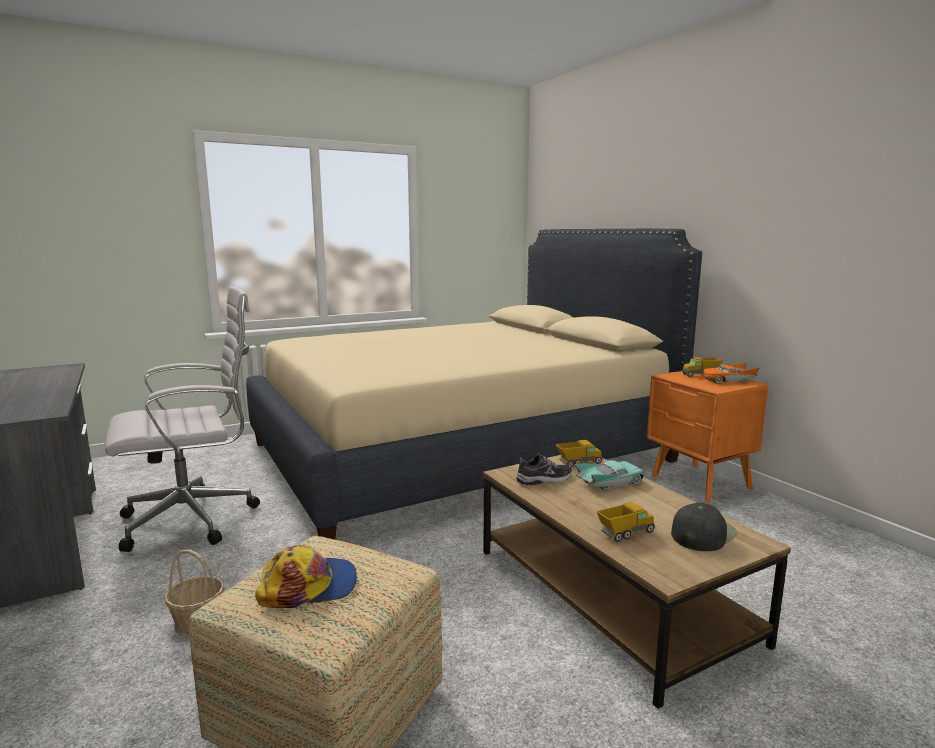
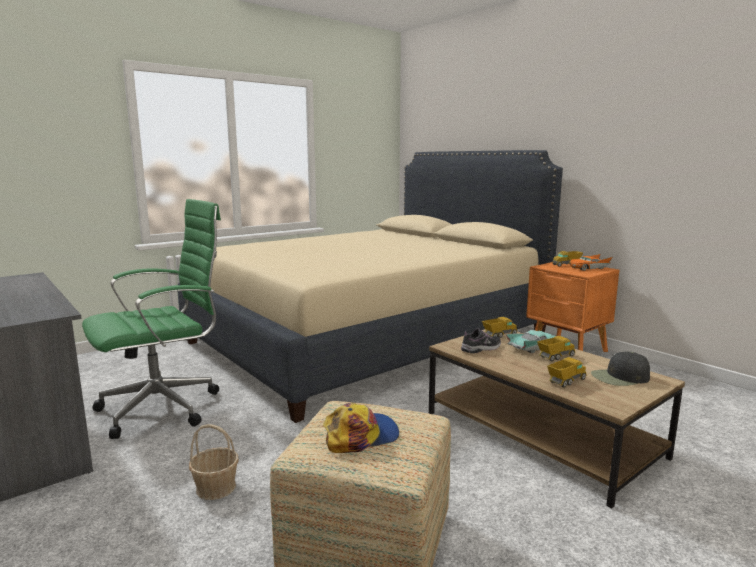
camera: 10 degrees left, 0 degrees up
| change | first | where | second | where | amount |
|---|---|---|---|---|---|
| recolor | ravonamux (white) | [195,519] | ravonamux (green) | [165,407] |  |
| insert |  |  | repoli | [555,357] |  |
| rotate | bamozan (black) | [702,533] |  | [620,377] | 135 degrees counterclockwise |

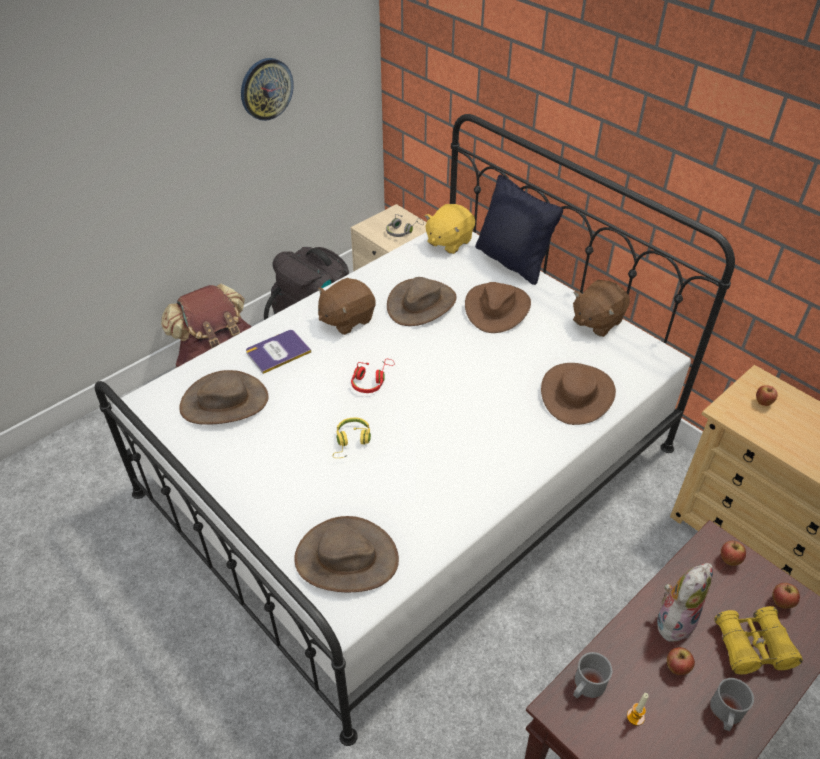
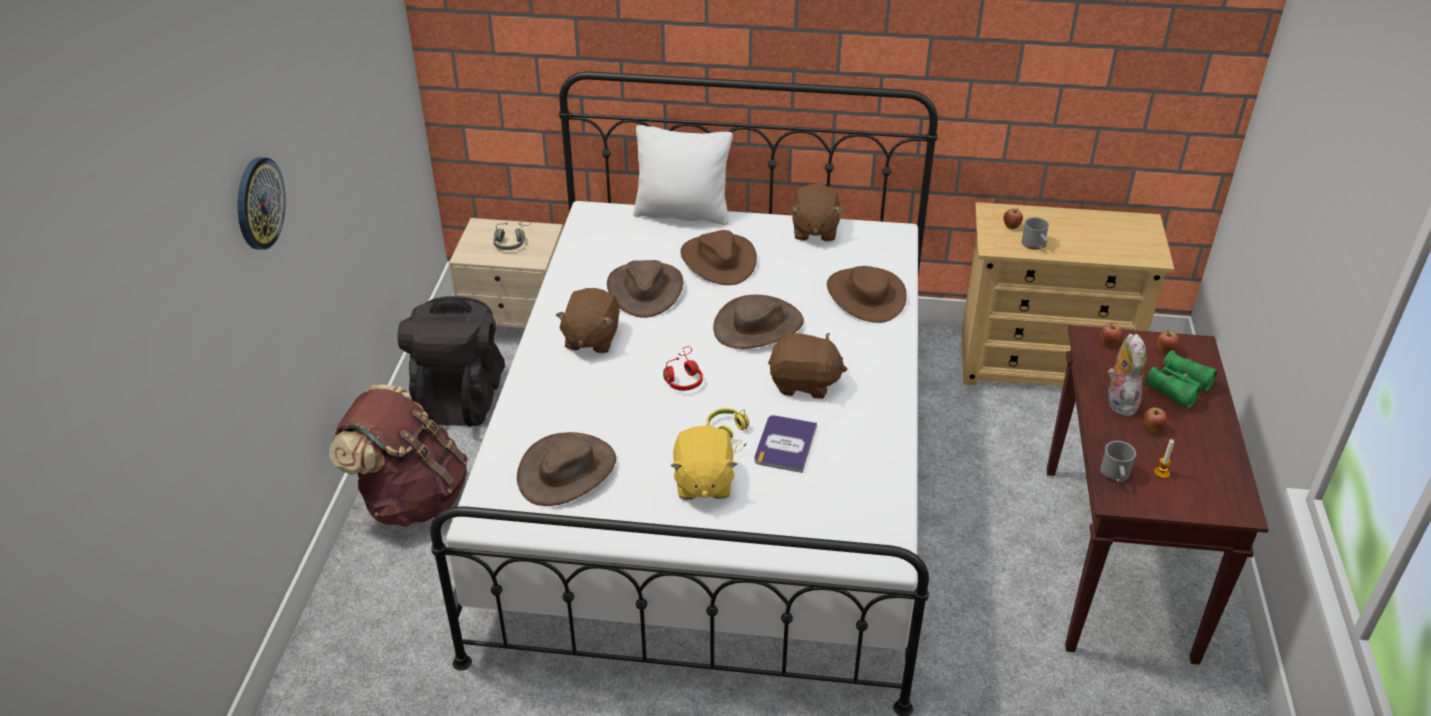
camera: 40 degrees left, 5 degrees down
| change | first | where | second | where | amount |
|---|---|---|---|---|---|
| move | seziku | [266,89] |  | [259,203] |  |
| recolor | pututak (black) | [512,261] | pututak (white) | [682,213] |  |
| move | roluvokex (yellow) | [448,242] |  | [702,482] |  |
| move | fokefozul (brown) | [346,559] |  | [758,326] |  |
| move | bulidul | [278,352] |  | [785,444] |  |
| insert |  |  | roluvokex (brown) | [804,383] |  |
| move | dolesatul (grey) | [725,714] |  | [1035,245] |  |
| recolor | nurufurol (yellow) | [752,647] | nurufurol (green) | [1178,388] |  |

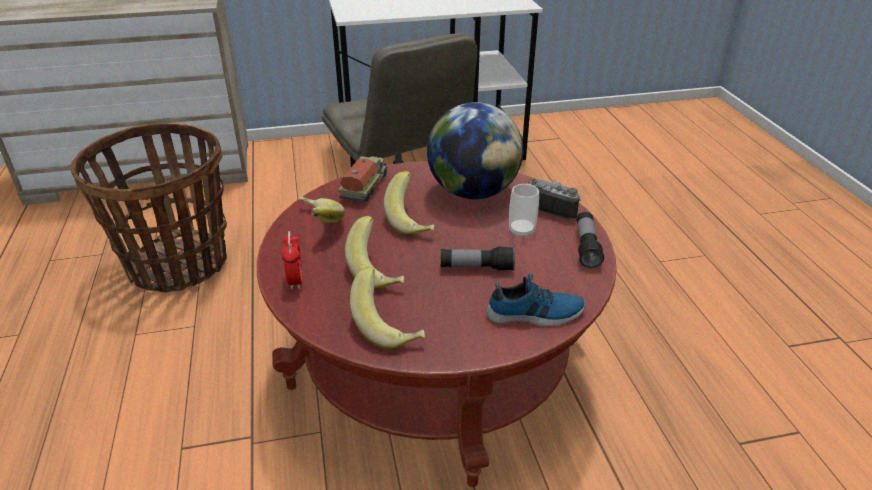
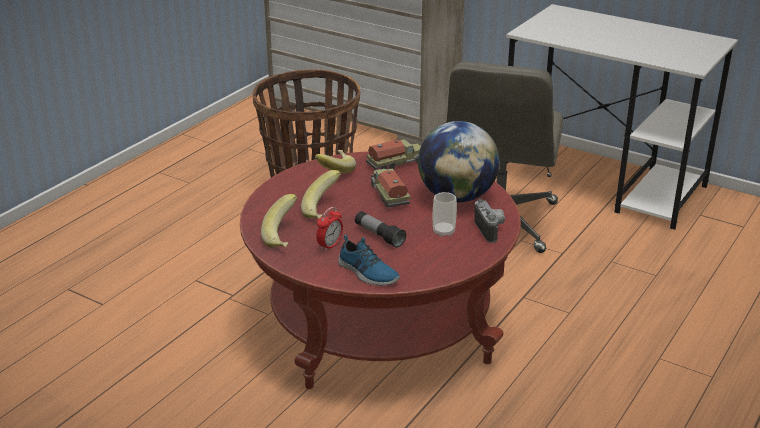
camera: 45 degrees right, 5 degrees down
| change | first | where | second | where | amount |
|---|---|---|---|---|---|
| move | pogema | [295,280] |  | [330,246] |  |
| replace | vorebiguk | [413,221] | repoli | [389,195] |  |
| delete | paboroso | [586,247] |  |  |  |

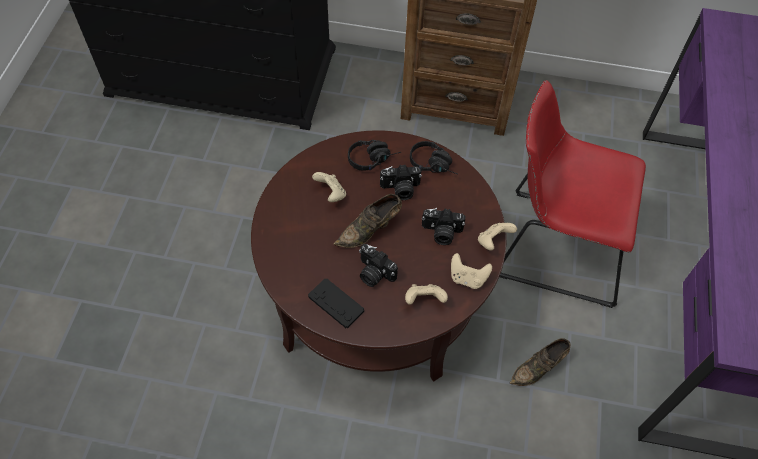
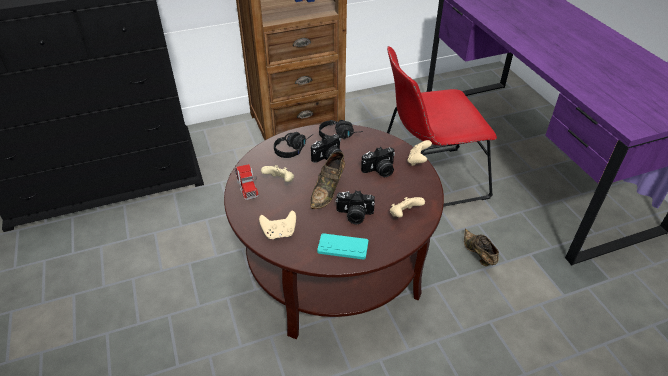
camera: 30 degrees left, 15 degrees down
| change | first | where | second | where | amount |
|---|---|---|---|---|---|
| insert |  |  | repoli | [246,185] |  |
| move | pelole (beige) | [467,278] |  | [279,233] |  |
| recolor | pelole (black) | [336,303] | pelole (turquoise) | [343,247] |  |
| rotate | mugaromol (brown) | [539,368] |  | [478,255] | 135 degrees clockwise |

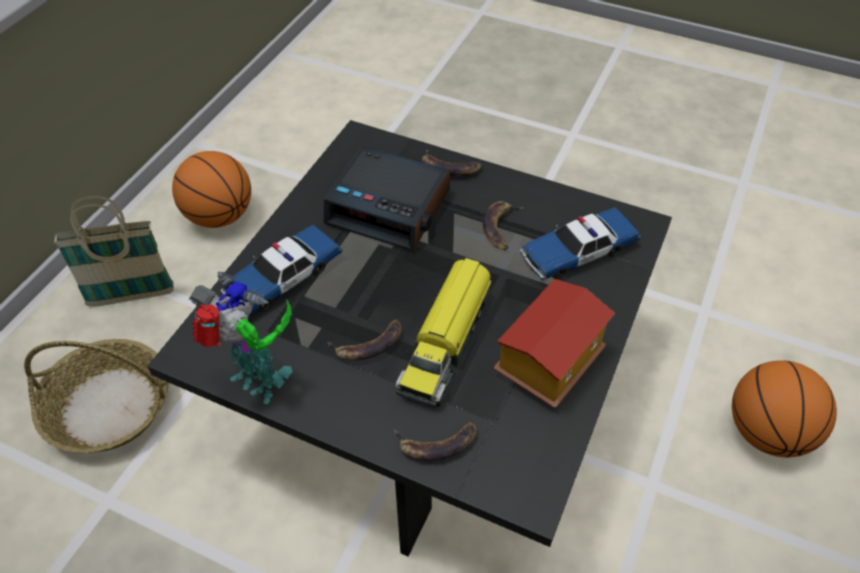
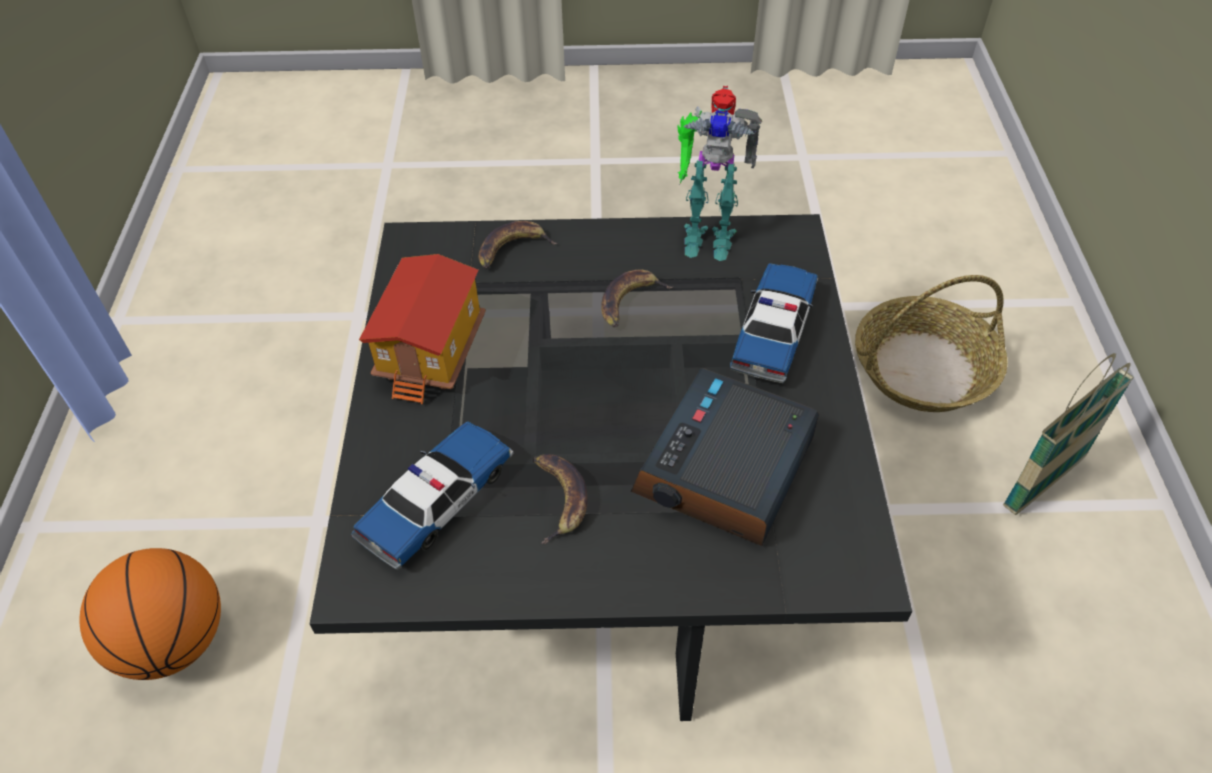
camera: 155 degrees right, 0 degrees up
| change | first | where | second | where | amount |
|---|---|---|---|---|---|
| rotate | pogema | [390,207] |  | [725,469] | 60 degrees counterclockwise |
| delete | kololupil | [220,216] |  |  |  |
| delete | repoli | [446,341] |  |  |  |
| delete | vorebiguk | [449,167] |  |  |  |

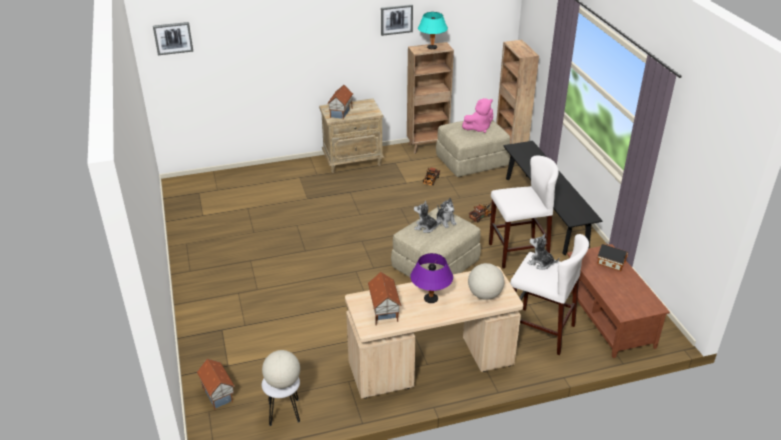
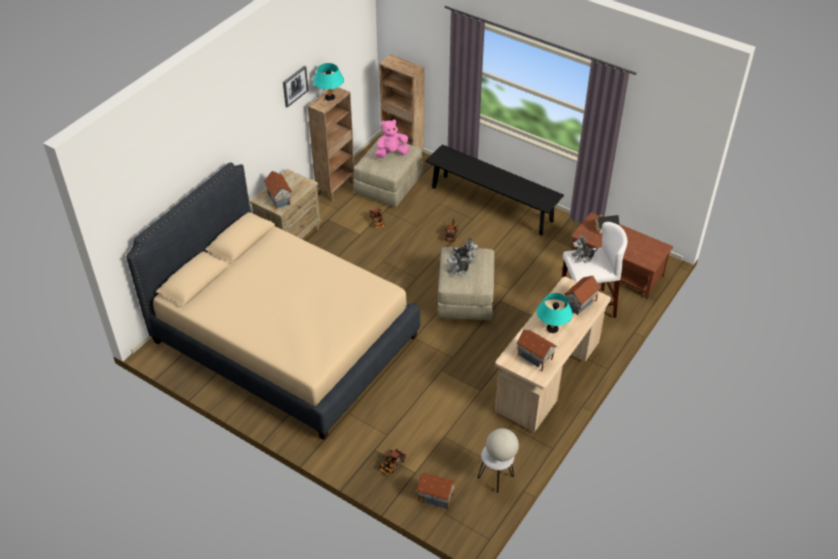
camera: 40 degrees left, 10 degrees up
| change | first | where | second | where | amount |
|---|---|---|---|---|---|
| insert |  |  | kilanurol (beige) | [285,339] |  |
| rotate | roluvokex (pink) | [478,128] |  | [391,153] | 135 degrees counterclockwise |
| insert |  |  | repoli | [391,466] |  |
| recolor | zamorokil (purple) | [430,299] | zamorokil (turquoise) | [552,329] |  |
| replace | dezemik | [485,295] | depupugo | [580,304] |  |
| delete | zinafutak | [173,38] |  |  |  |
| delete | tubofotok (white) | [518,252] |  |  |  |

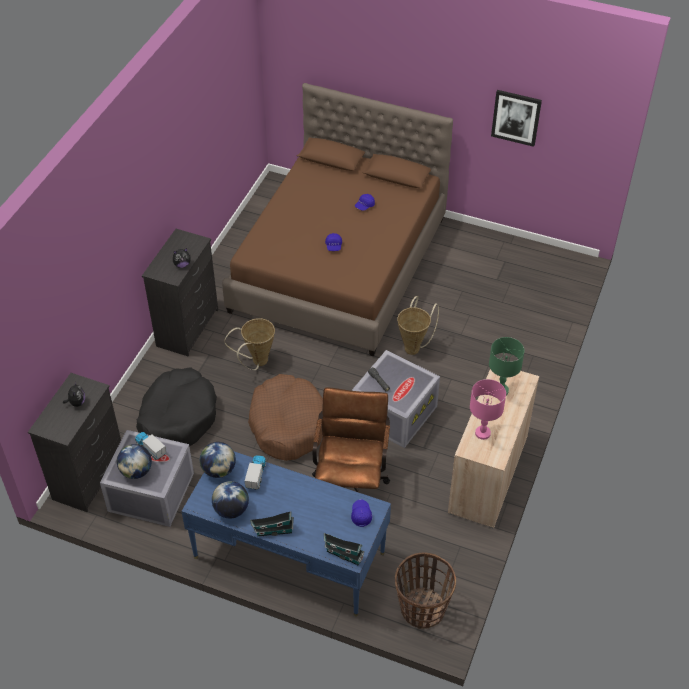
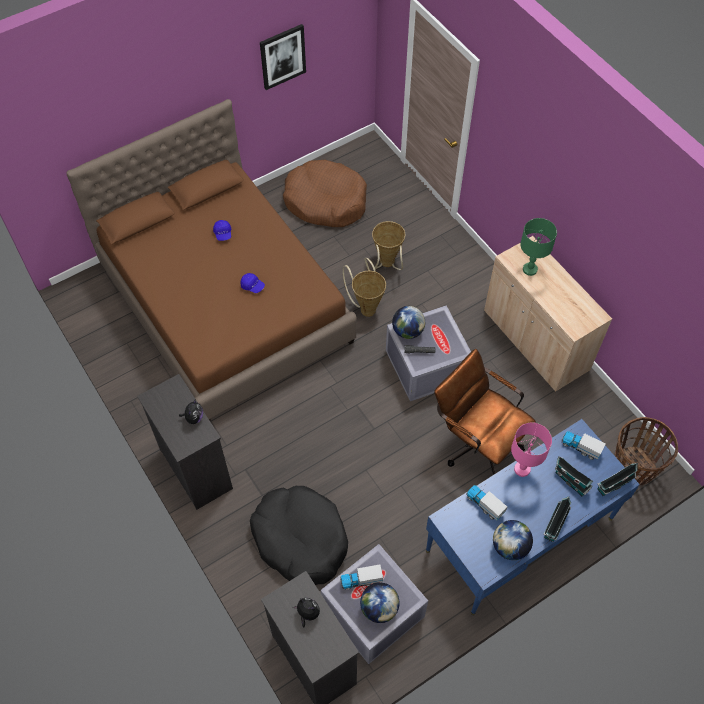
camera: 55 degrees left, 10 degrees up
| change | first | where | second | where | amount |
|---|---|---|---|---|---|
| move | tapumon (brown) | [287,424] |  | [325,201] |  |
| move | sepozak | [256,362] |  | [387,265] |  |
| move | dezemik | [219,470] |  | [407,331] |  |
| move | zamorokil (pink) | [483,433] |  | [522,469] |  |
| insert |  |  | depupugo | [570,480] |  |
| replace | bamozan (blue) | [361,515] | repoli | [580,447] |  |

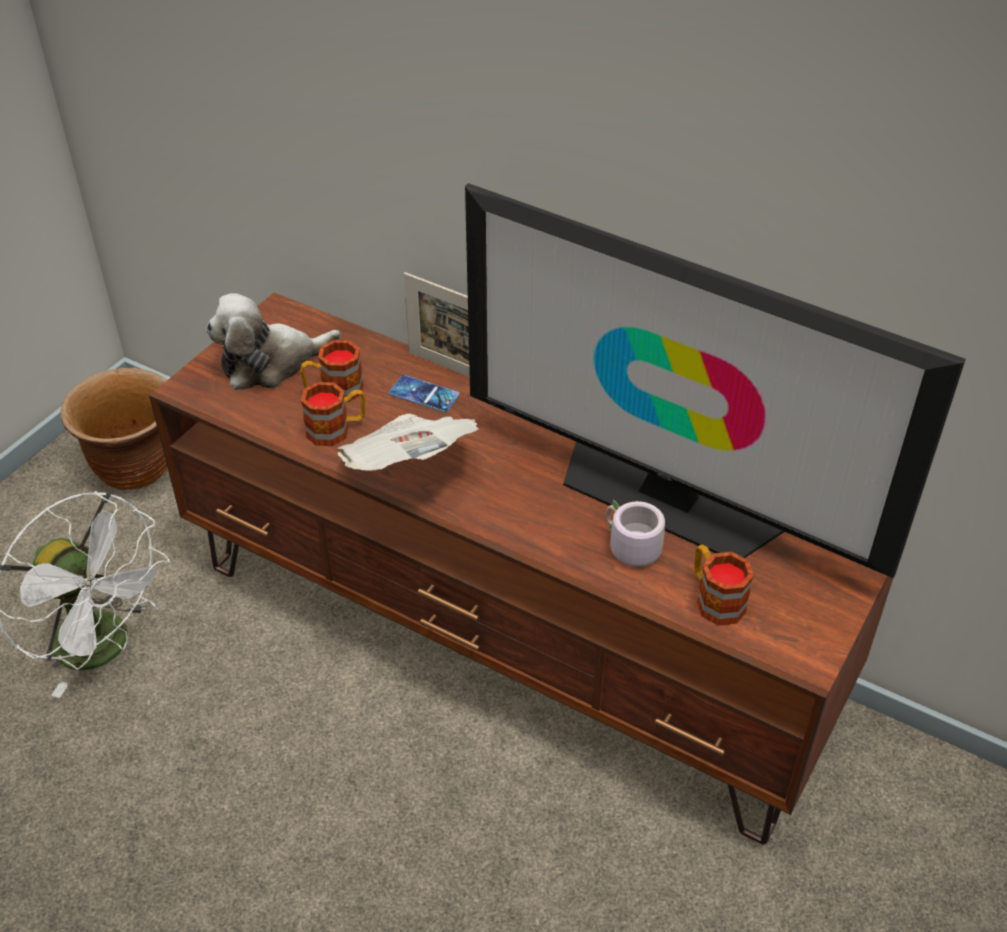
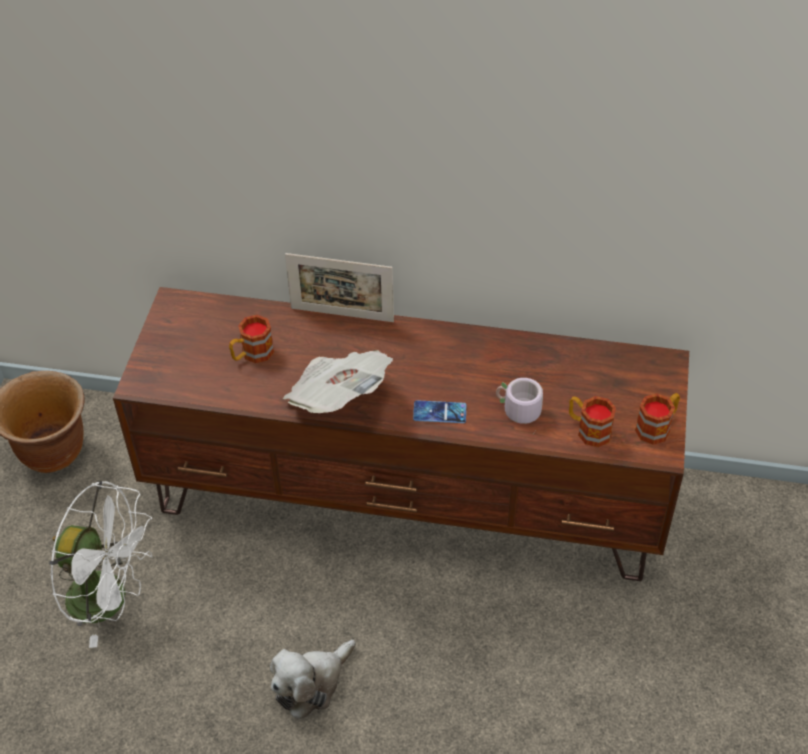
camera: 20 degrees left, 5 degrees up
| change | first | where | second | where | amount |
|---|---|---|---|---|---|
| move | roluvokex | [271,364] |  | [311,684] |  |
| move | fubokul | [424,394] |  | [439,412] |  |
| move | dolesatul | [336,429] |  | [657,427] |  |
| delete | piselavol | [668,498] |  |  |  |

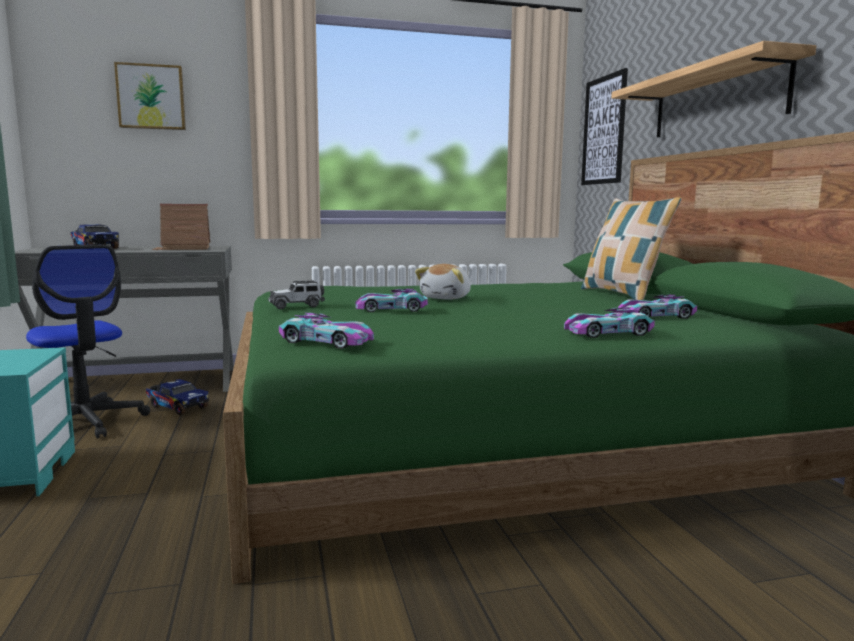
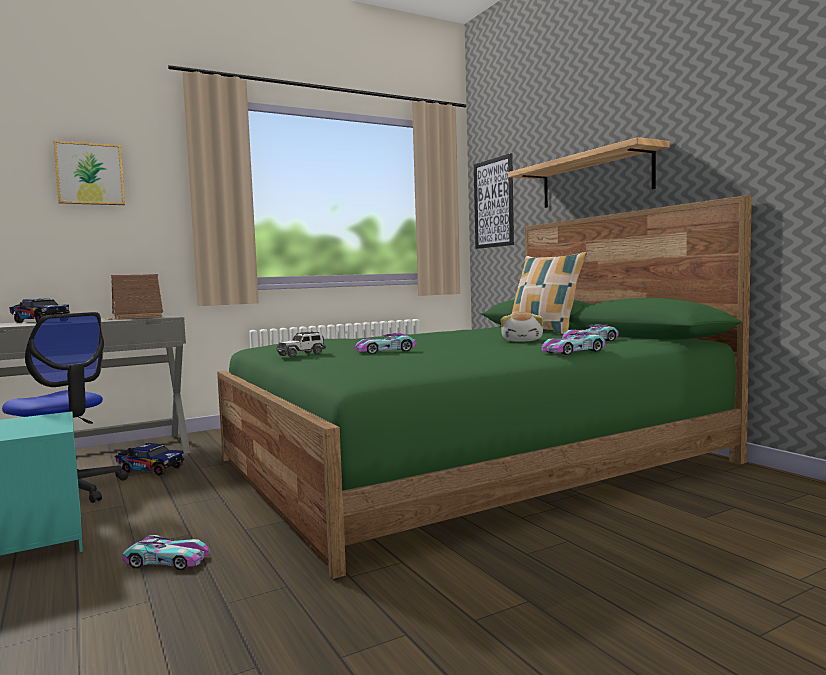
camera: 15 degrees left, 5 degrees down
| change | first | where | second | where | amount |
|---|---|---|---|---|---|
| move | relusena | [326,341] |  | [167,561] |  |
| move | roluvokex | [447,298] |  | [523,340] |  |

